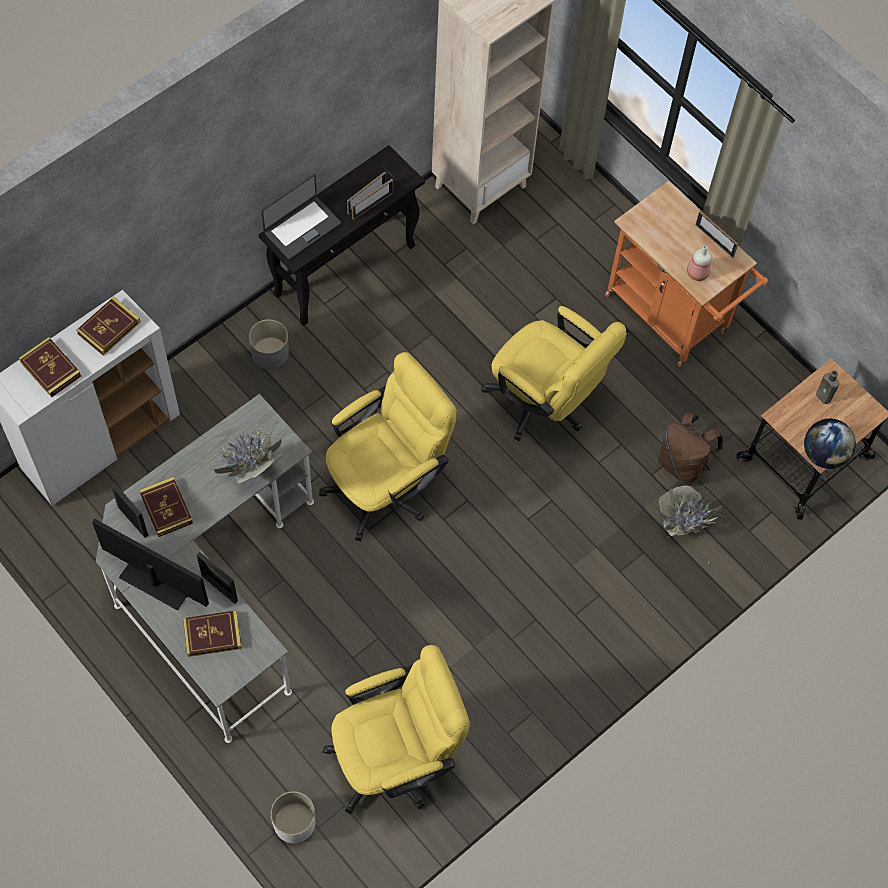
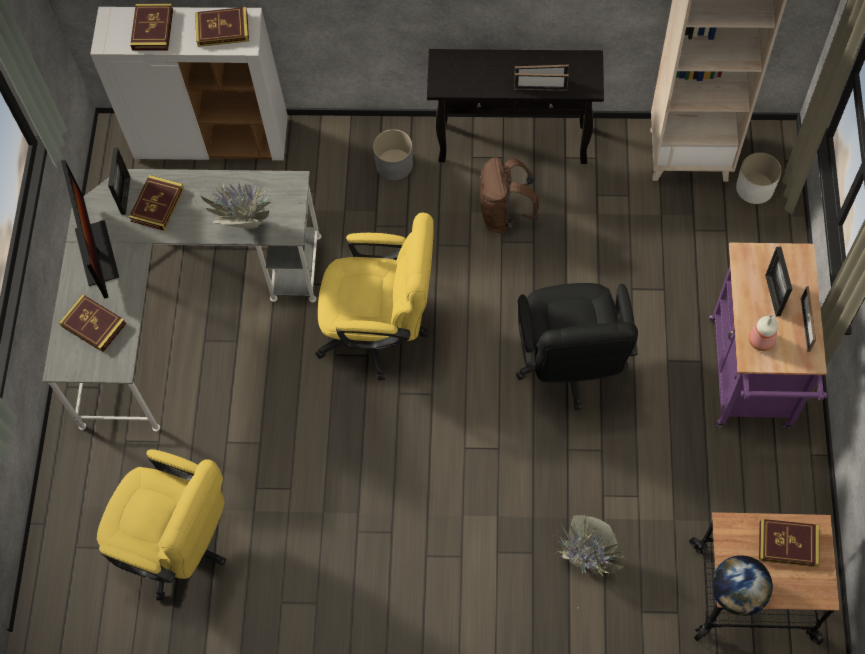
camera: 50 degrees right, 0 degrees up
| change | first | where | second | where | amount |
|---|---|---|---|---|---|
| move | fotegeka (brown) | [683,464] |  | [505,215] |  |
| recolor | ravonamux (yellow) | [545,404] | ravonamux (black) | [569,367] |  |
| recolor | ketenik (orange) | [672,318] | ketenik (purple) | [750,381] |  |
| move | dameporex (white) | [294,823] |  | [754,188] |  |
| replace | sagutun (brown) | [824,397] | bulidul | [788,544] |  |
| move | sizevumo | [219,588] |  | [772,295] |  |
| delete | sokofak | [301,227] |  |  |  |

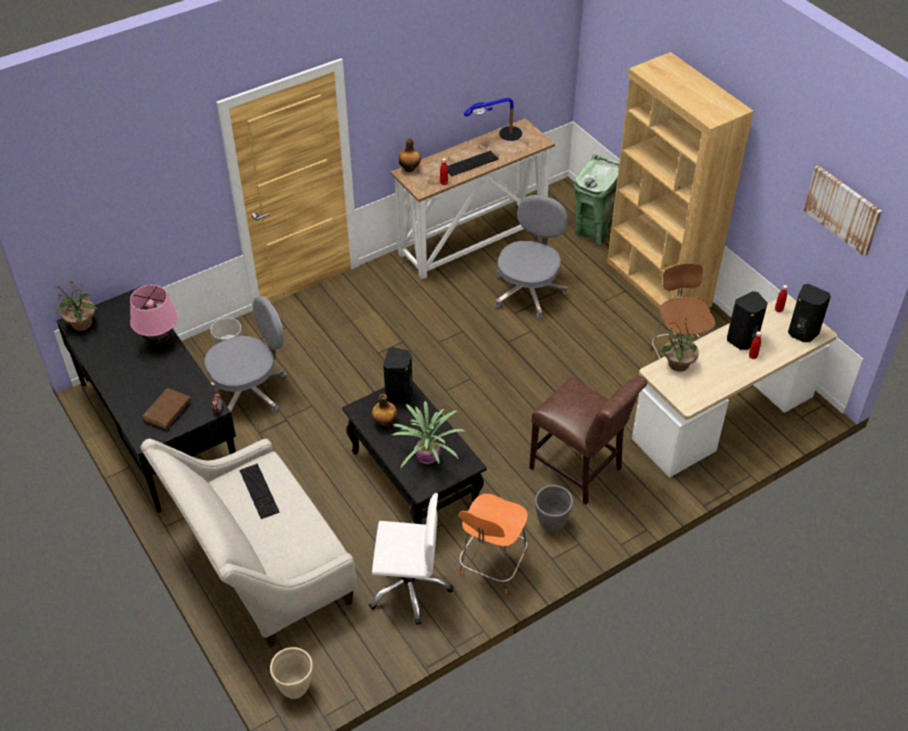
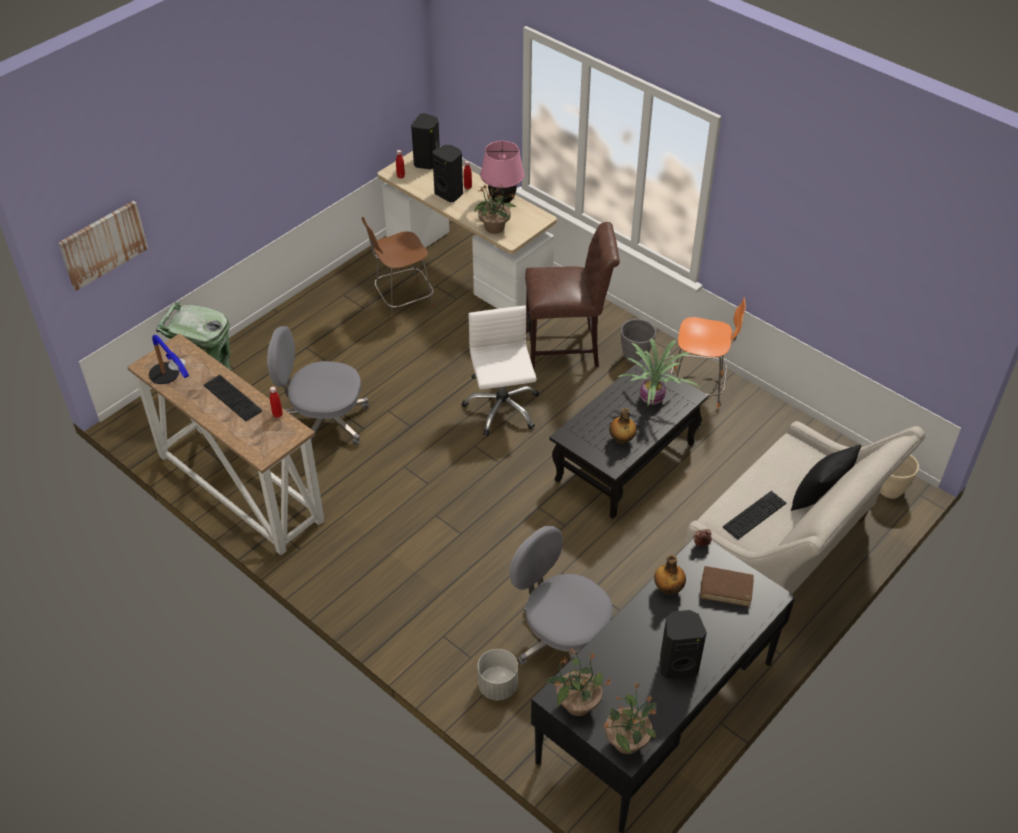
camera: 105 degrees left, 0 degrees up
| change | first | where | second | where | amount |
|---|---|---|---|---|---|
| move | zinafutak | [843,209] |  | [103,244] |  |
| move | ravonamux (white) | [409,587] |  | [502,408] |  |
| move | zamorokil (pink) | [160,344] |  | [502,201] |  |
| rotate | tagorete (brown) | [579,471] |  | [567,348] | 60 degrees clockwise |
| insert |  |  | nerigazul | [577,704] |  |
| move | sagutun | [410,169] |  | [668,588] |  |
| move | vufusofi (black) | [399,395] |  | [677,664] |  |
| insert |  |  | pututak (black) | [819,498] |  |
| delete | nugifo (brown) | [658,284] |  |  |  |

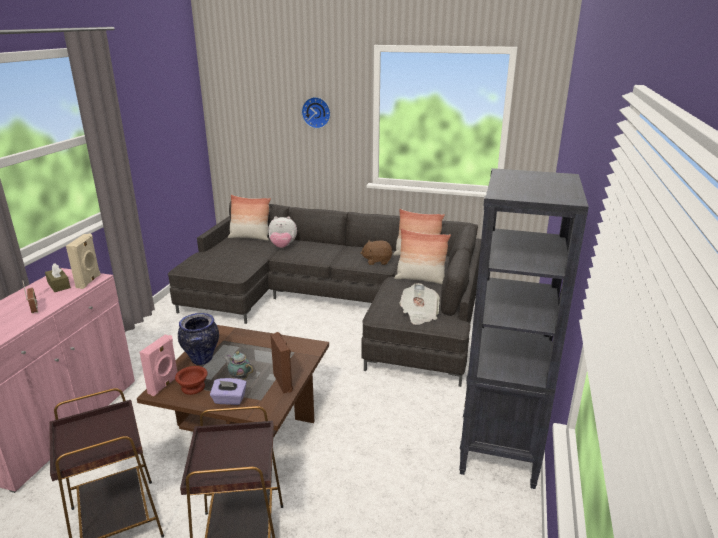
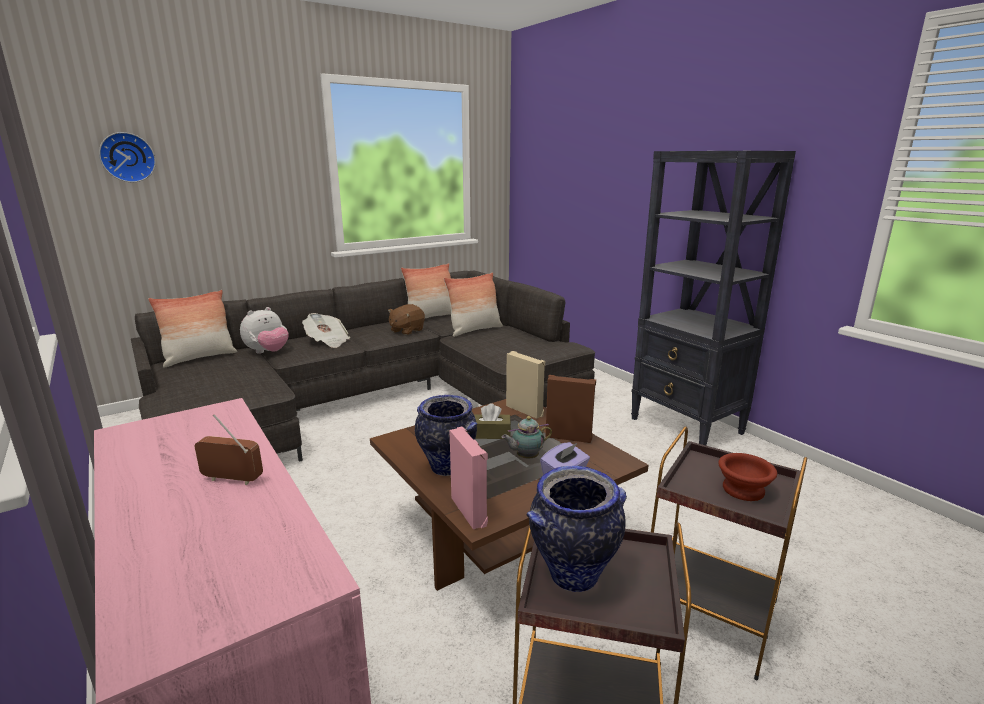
camera: 50 degrees left, 5 degrees down
| change | first | where | second | where | amount |
|---|---|---|---|---|---|
| move | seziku | [316,112] |  | [127,157] |  |
| move | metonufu | [419,314] |  | [327,341] |  |
| move | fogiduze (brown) | [59,285] |  | [491,434] |  |
| move | vufusofi (beige) | [89,281] |  | [525,410] |  |
| insert |  |  | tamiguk | [572,577] |  |
| move | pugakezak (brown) | [194,388] |  | [744,489] |  |

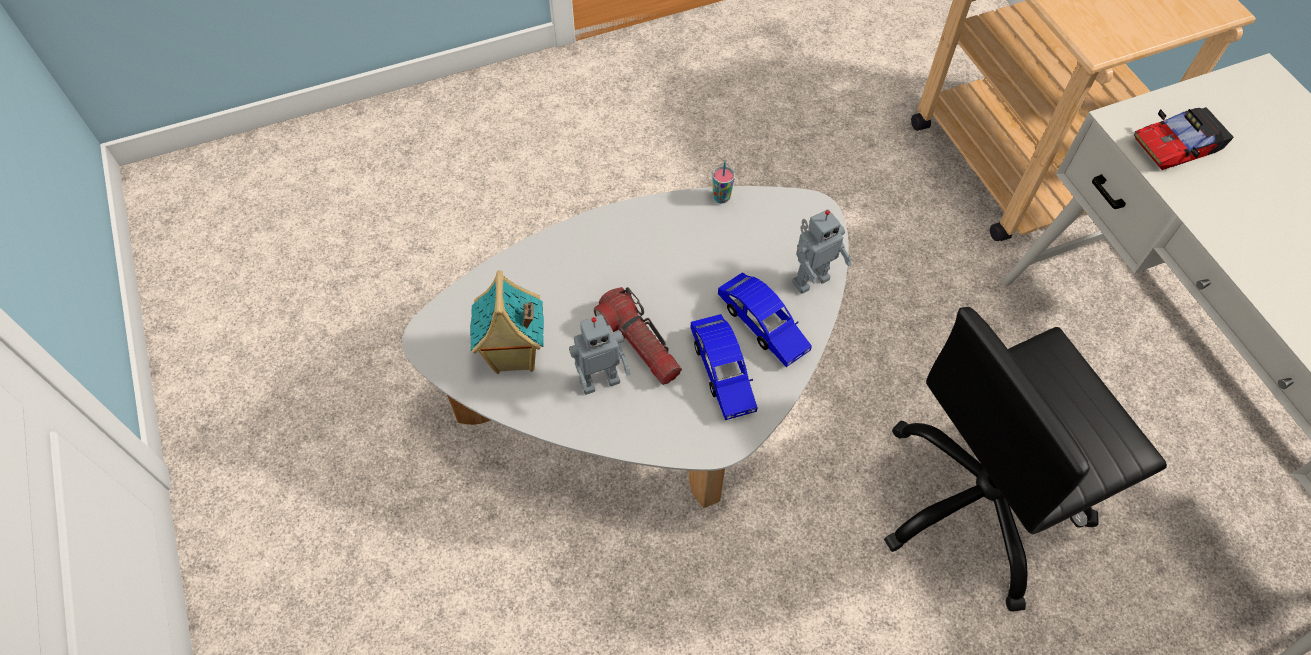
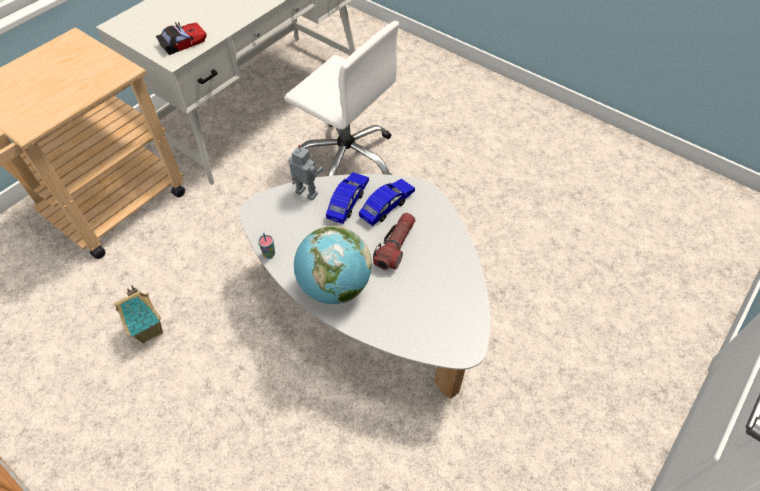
camera: 120 degrees left, 5 degrees down
| change | first | where | second | where | amount |
|---|---|---|---|---|---|
| move | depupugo | [514,357] |  | [150,330] |  |
| rotate | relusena | [1177,145] |  | [183,42] | 75 degrees counterclockwise |
| recolor | ravonamux (black) | [980,503] | ravonamux (white) | [347,158] |  |
| insert |  |  | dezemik | [334,286] |  |
| delete | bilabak | [599,379] |  |  |  |

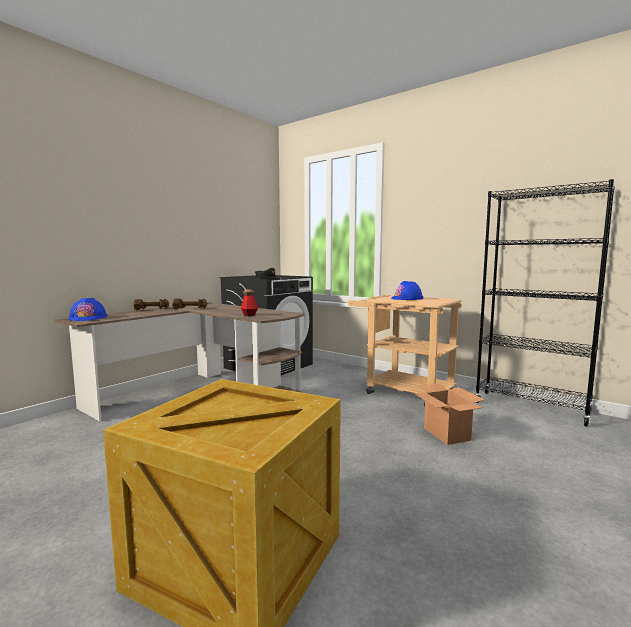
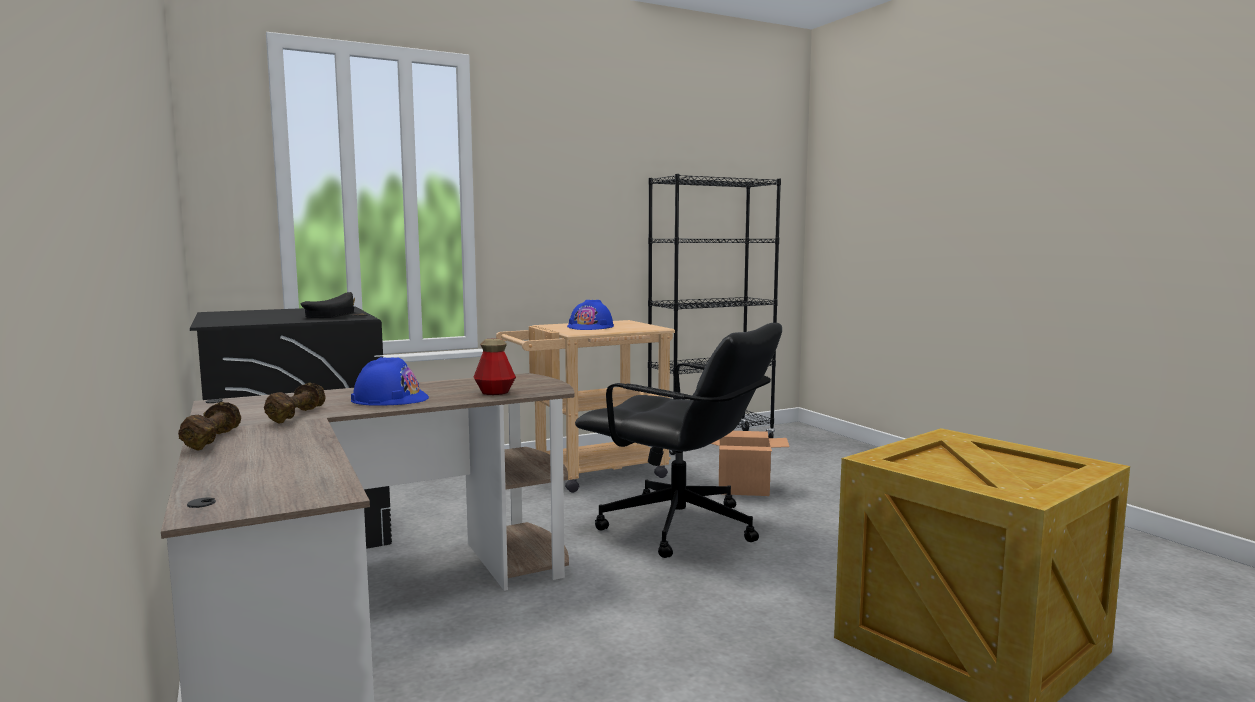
camera: 65 degrees left, 0 degrees up
| change | first | where | second | where | amount |
|---|---|---|---|---|---|
| move | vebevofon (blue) | [88,318] |  | [390,399] |  |
| insert |  |  | ravonamux (black) | [680,528] |  |

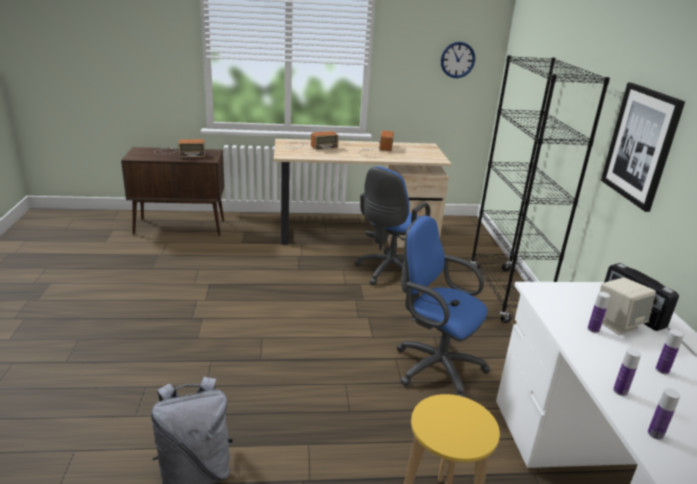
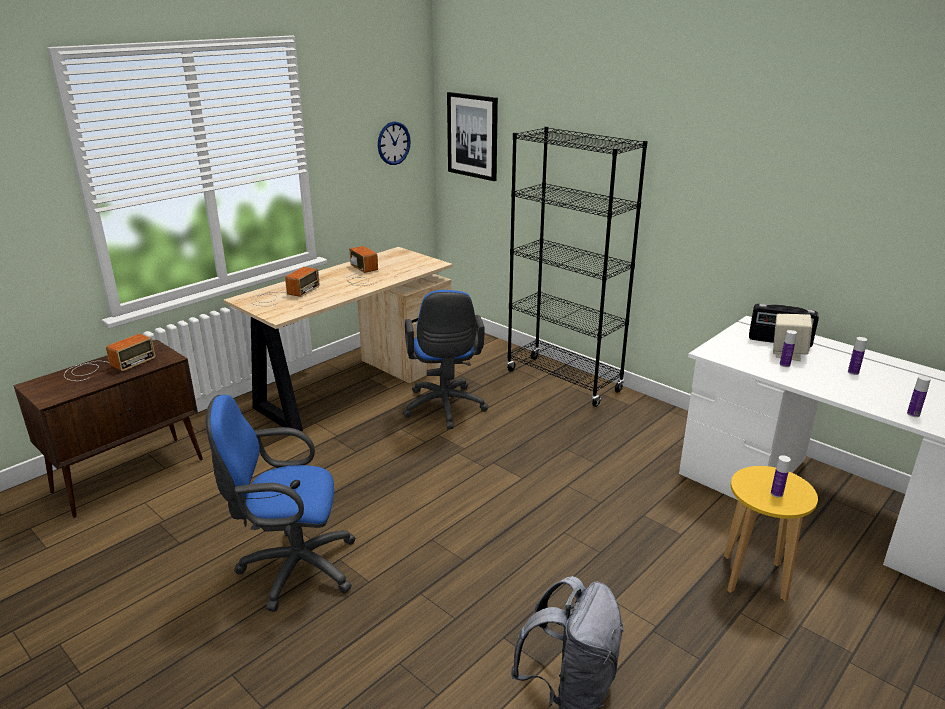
camera: 40 degrees left, 0 degrees up
| change | first | where | second | where | amount |
|---|---|---|---|---|---|
| move | ravonamux (blue) | [434,367] |  | [292,568] |  |
| move | zinafutak | [640,145] |  | [473,136] |  |
| move | sagutun | [620,391] |  | [776,493] |  |

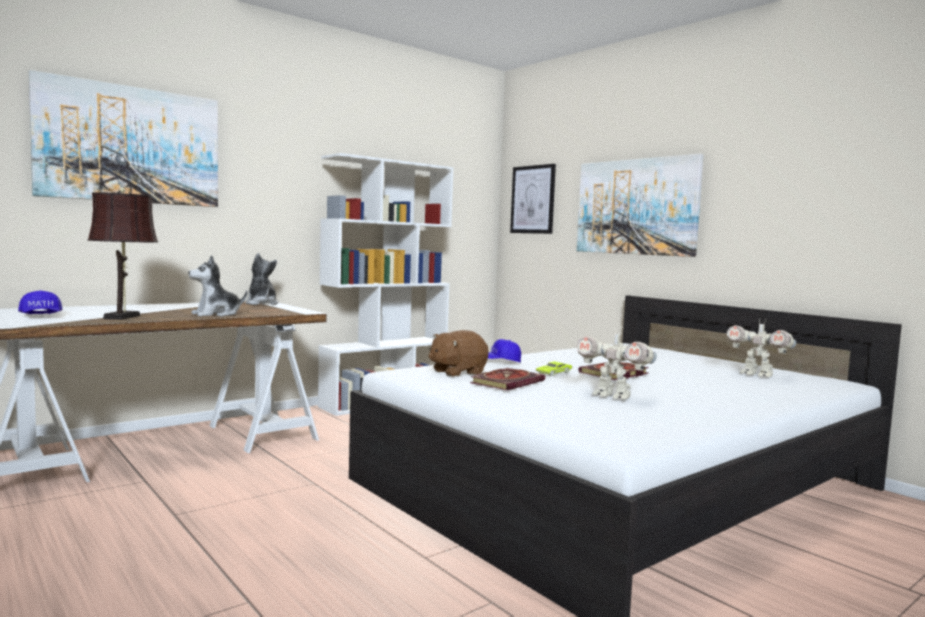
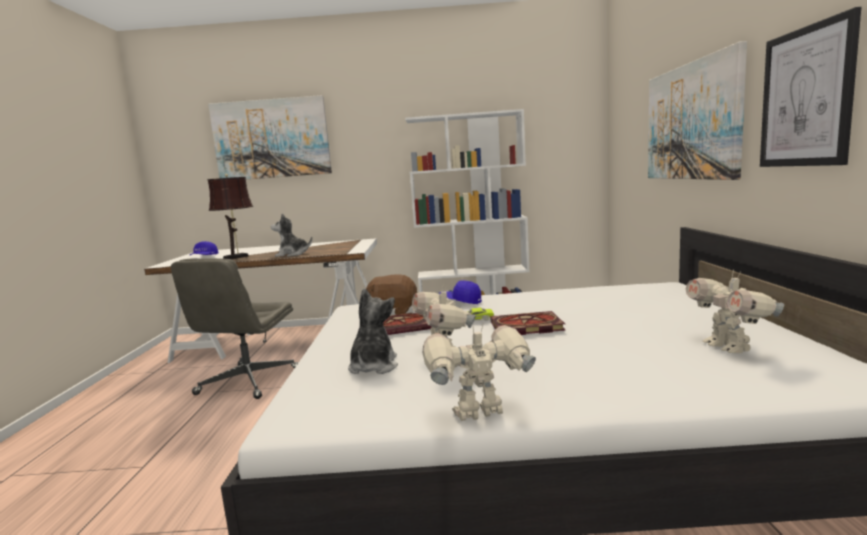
camera: 40 degrees right, 5 degrees up
| change | first | where | second | where | amount |
|---|---|---|---|---|---|
| insert |  |  | ravonamux (grey) | [248,382] |  |
| move | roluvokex | [261,304] |  | [373,366] |  |
| insert |  |  | bilabak | [480,415] |  |
| move | zinafutak | [533,199] |  | [806,97] |  |

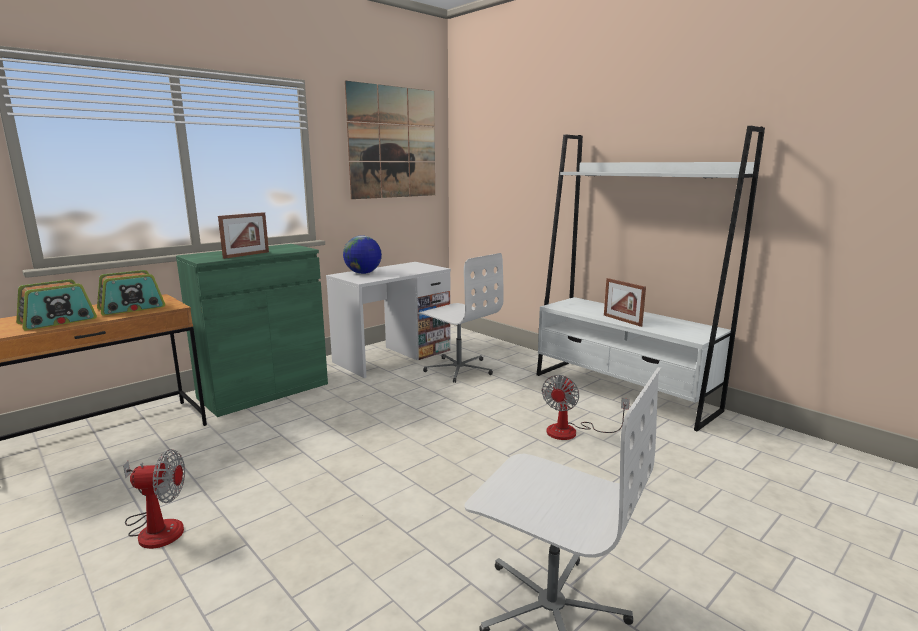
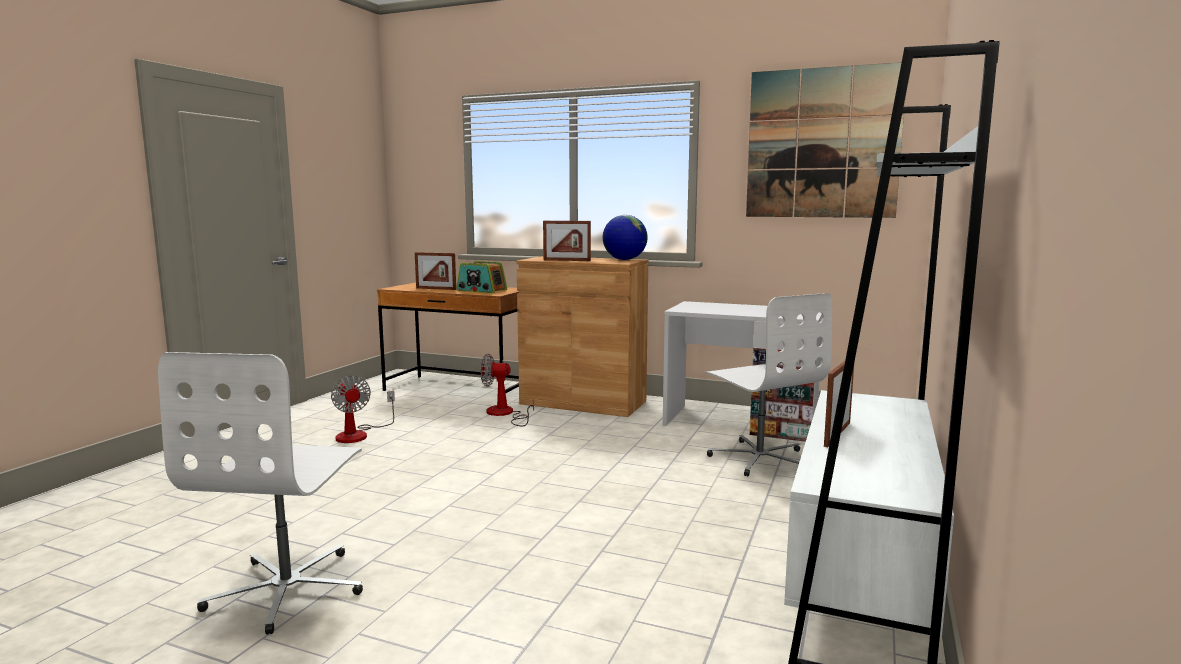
camera: 65 degrees right, 5 degrees down
| change | first | where | second | where | amount |
|---|---|---|---|---|---|
| replace | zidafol | [58,321] | sizevumo | [436,289] |  |
| move | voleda | [572,431] |  | [504,414] |  |
| recolor | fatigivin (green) | [264,391] | fatigivin (brown) | [583,402] |  |
| move | dezemik | [363,273] |  | [624,260] |  |
| rotate | ravonamux (white) | [459,369] |  | [759,458] | 45 degrees counterclockwise |

